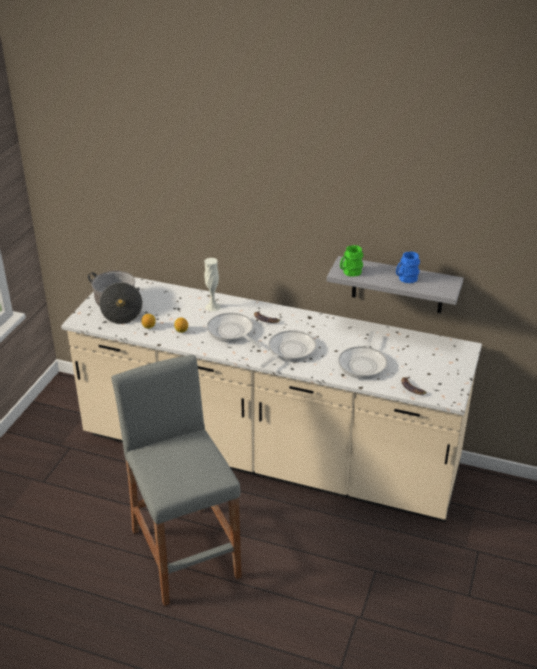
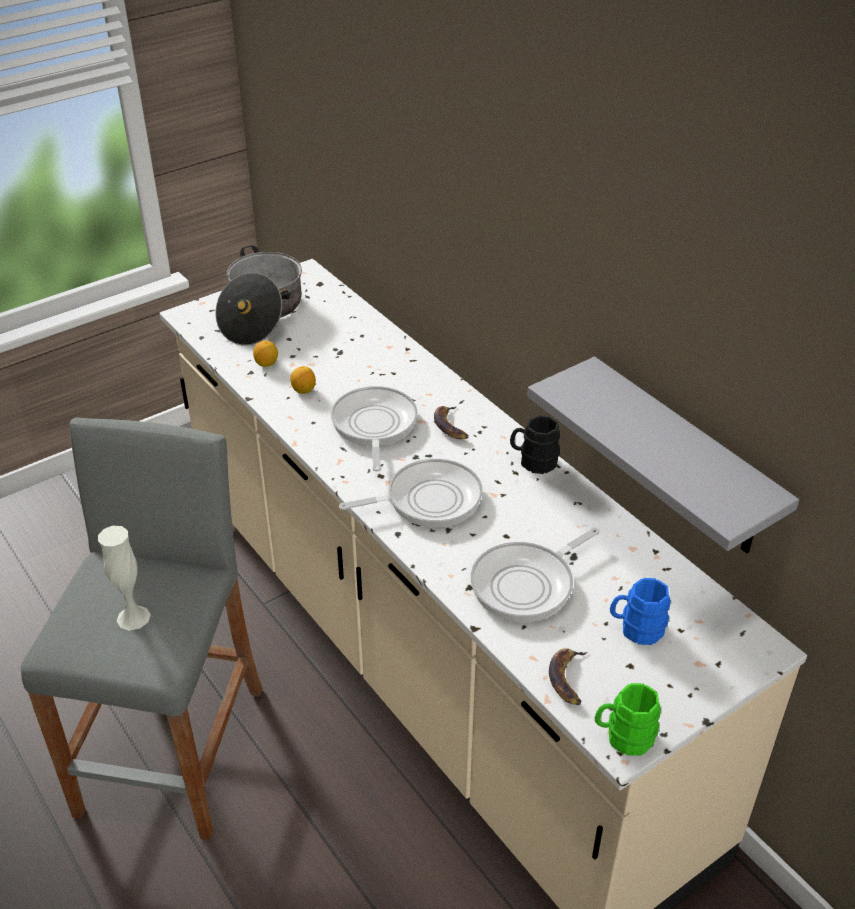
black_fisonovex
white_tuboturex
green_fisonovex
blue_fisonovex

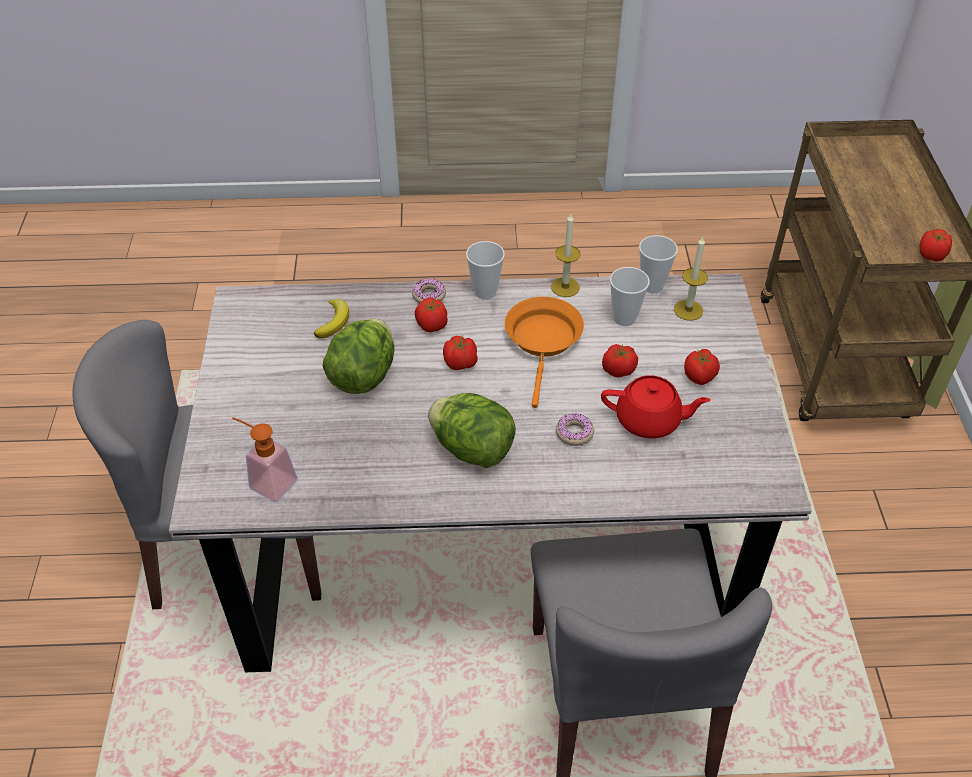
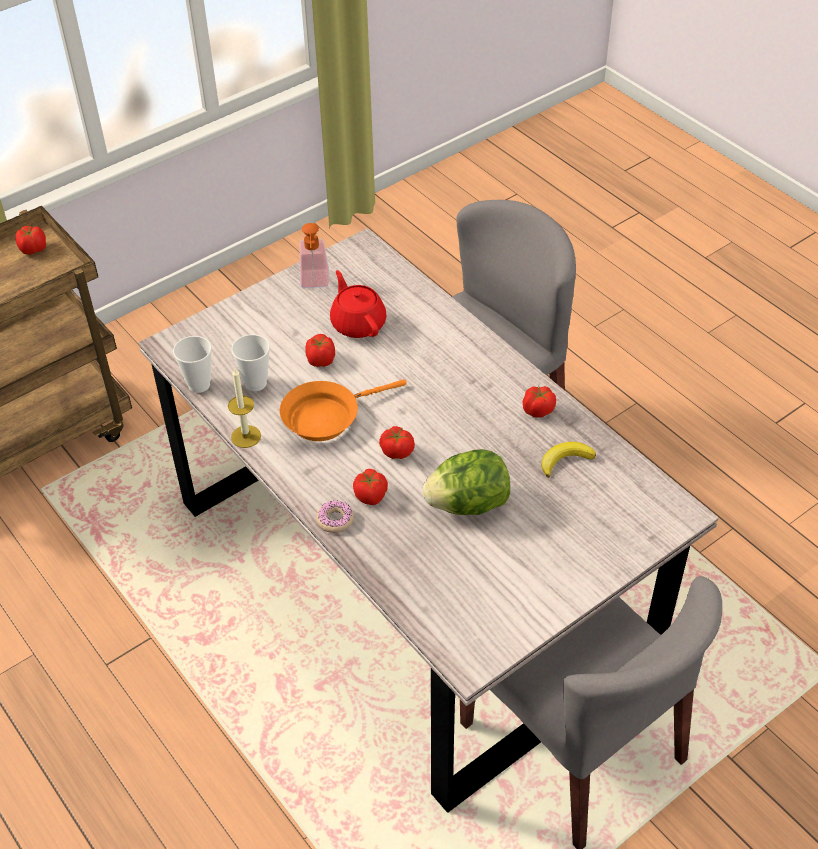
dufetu (no. 2 from left in the first image)
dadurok (no. 1 from left in the first image)
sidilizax (no. 2 from left in the first image)
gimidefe (no. 2 from left in the first image)
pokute
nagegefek
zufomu (no. 5 from left)

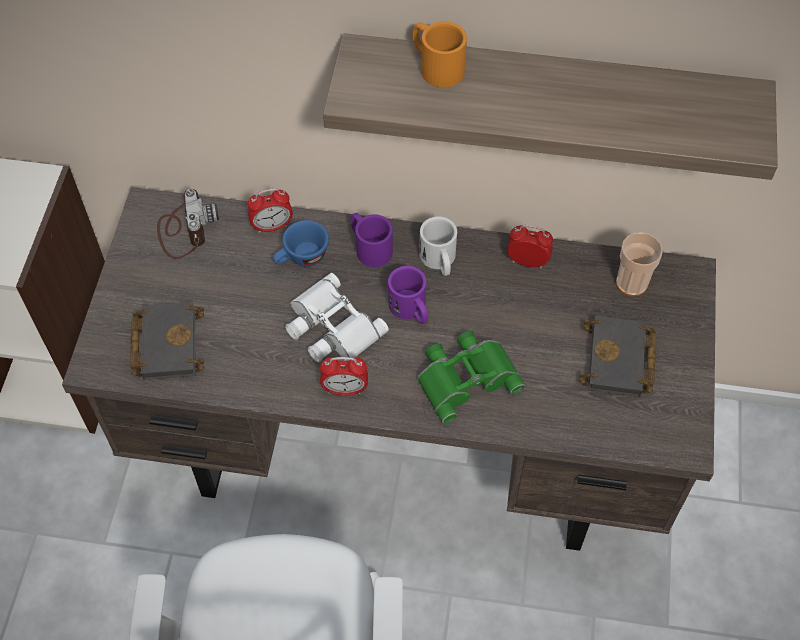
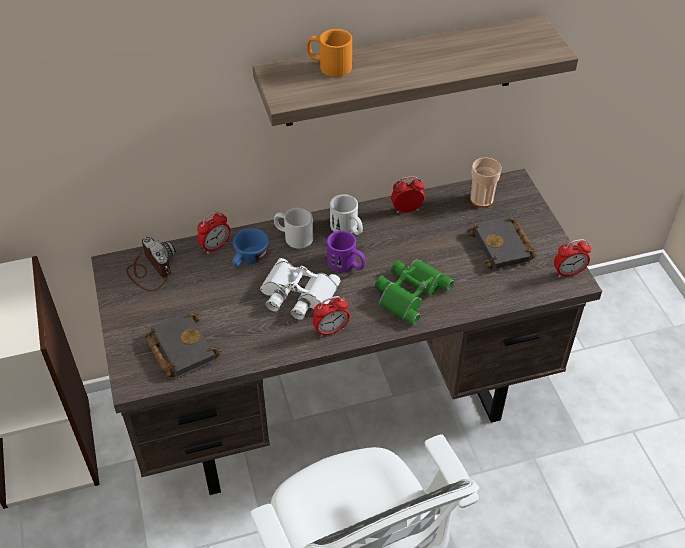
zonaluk (no. 4 from left)
white_fisonovex (no. 1 from left)

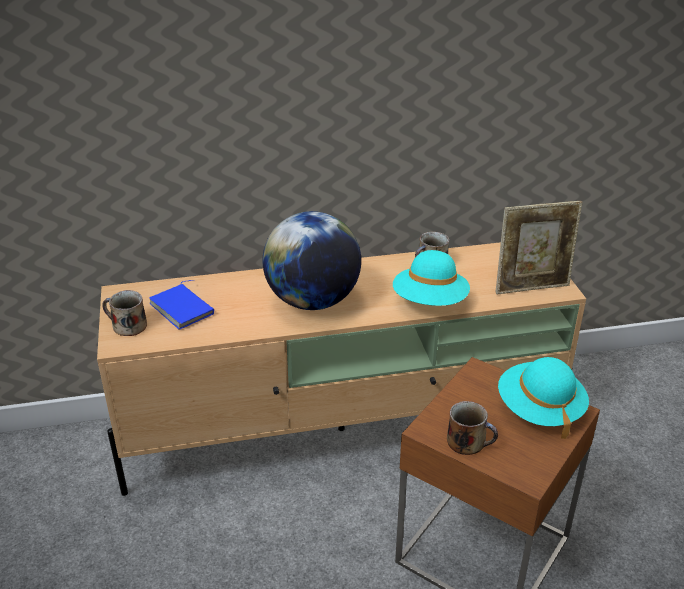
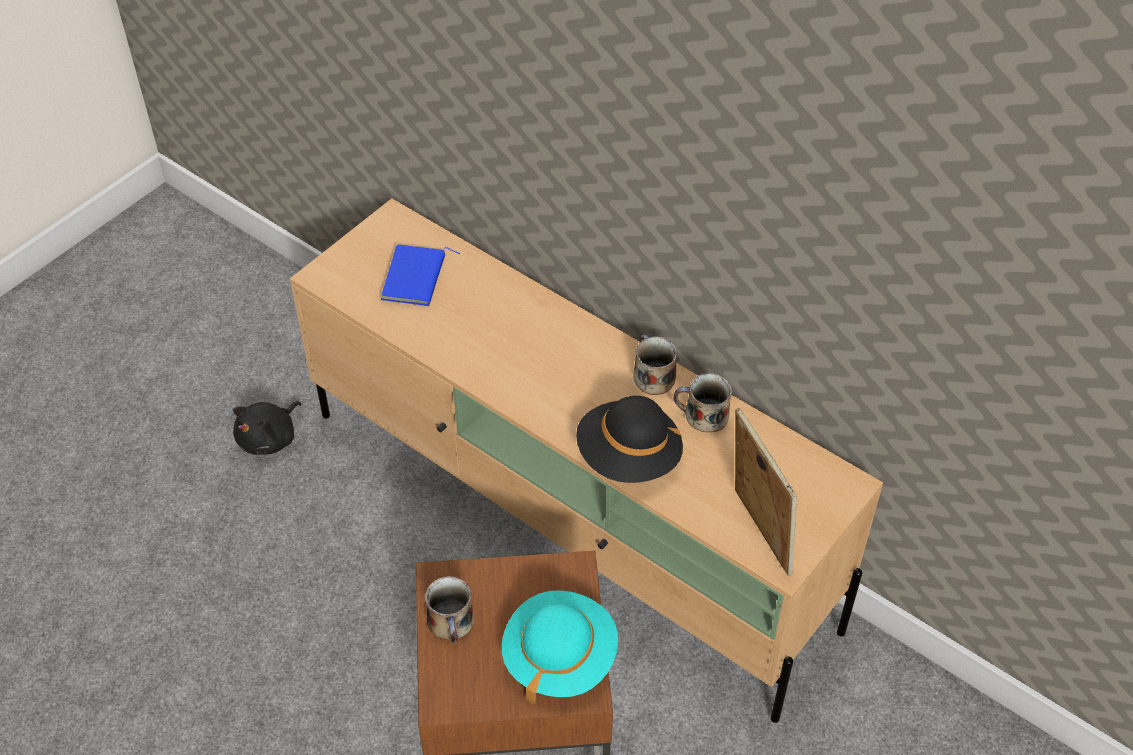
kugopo
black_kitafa
fisonovex (no. 2 from left)
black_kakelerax
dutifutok

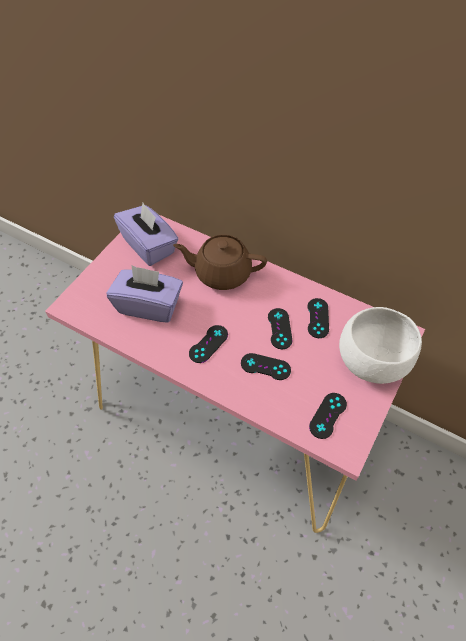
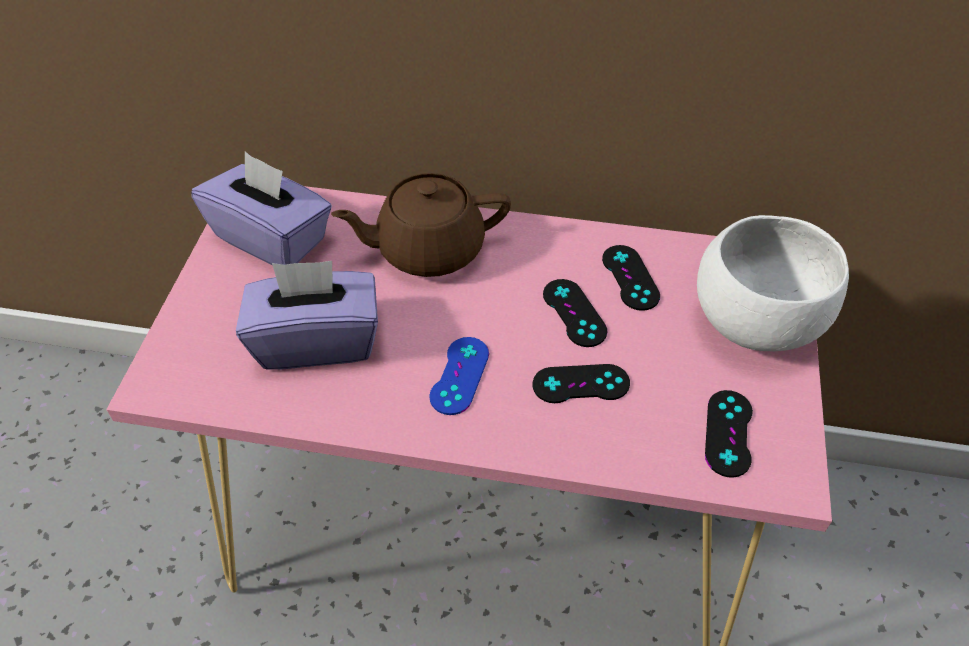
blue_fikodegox

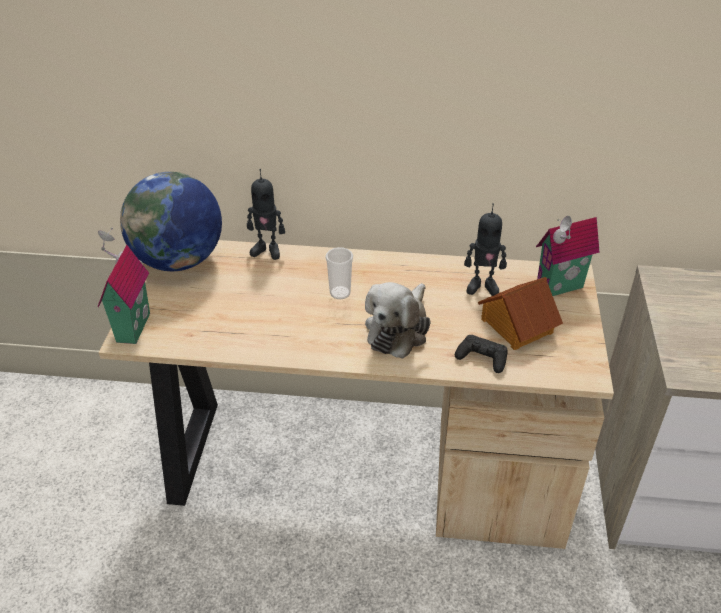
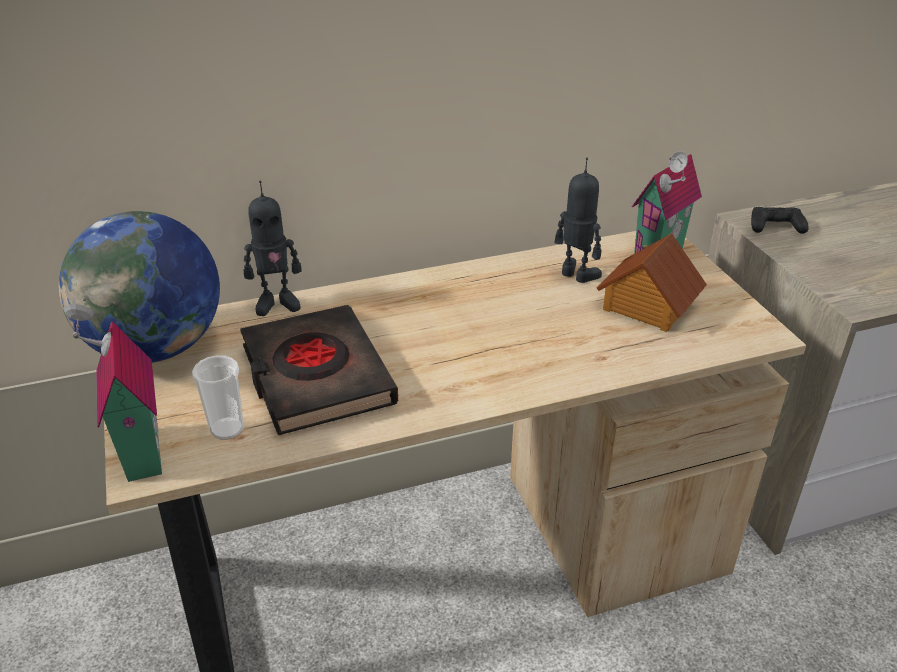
kitafa
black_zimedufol
dadurok
black_fikodegox
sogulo (no. 2 from left)

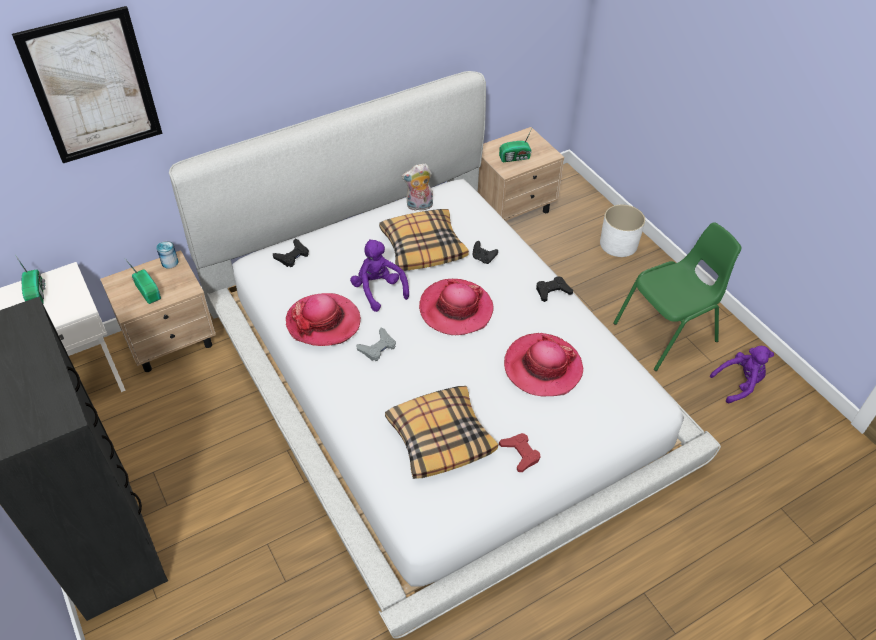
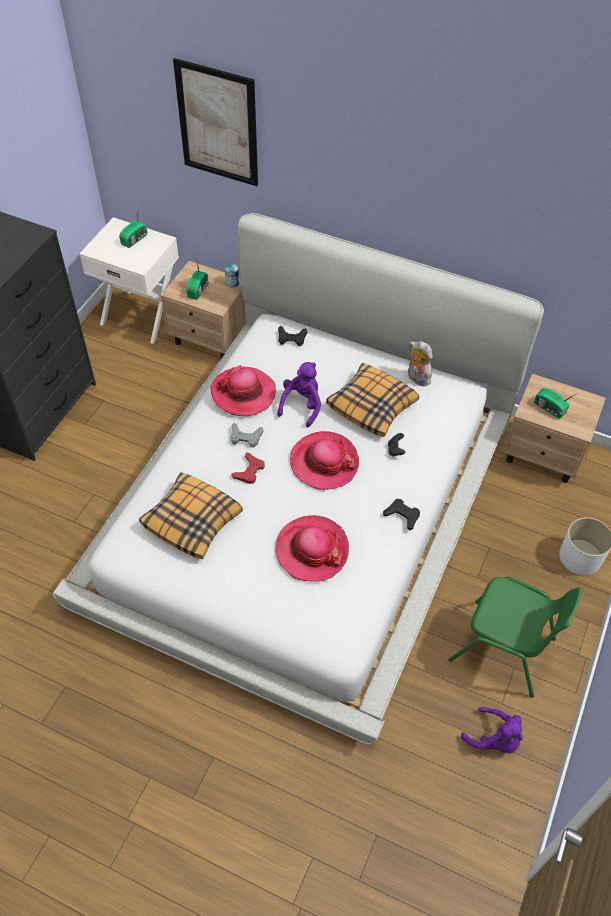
red_fikodegox

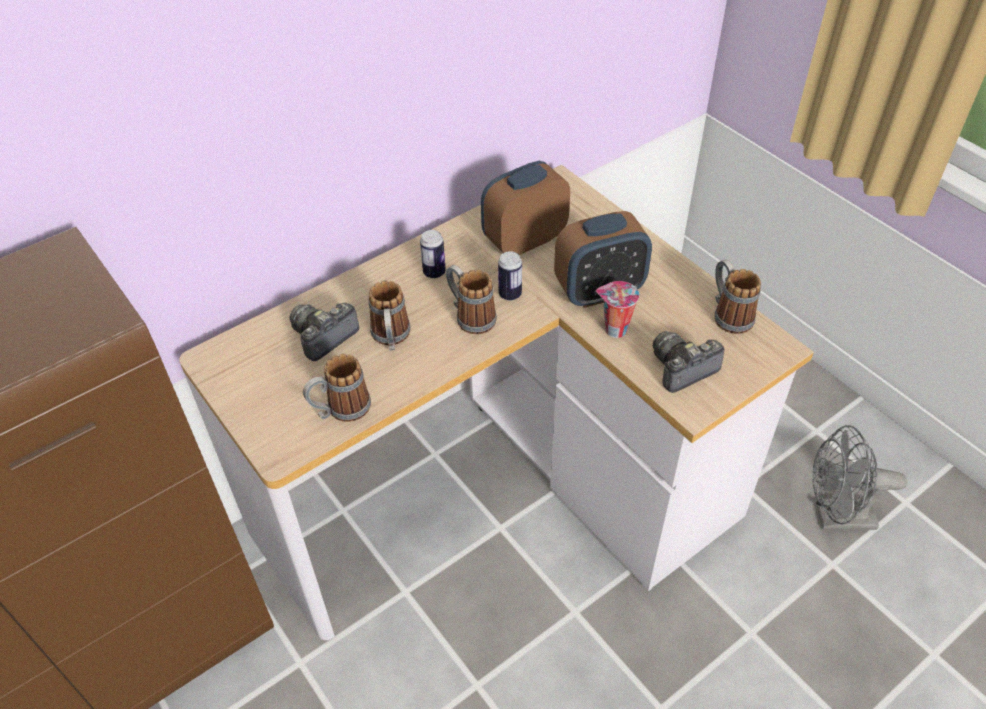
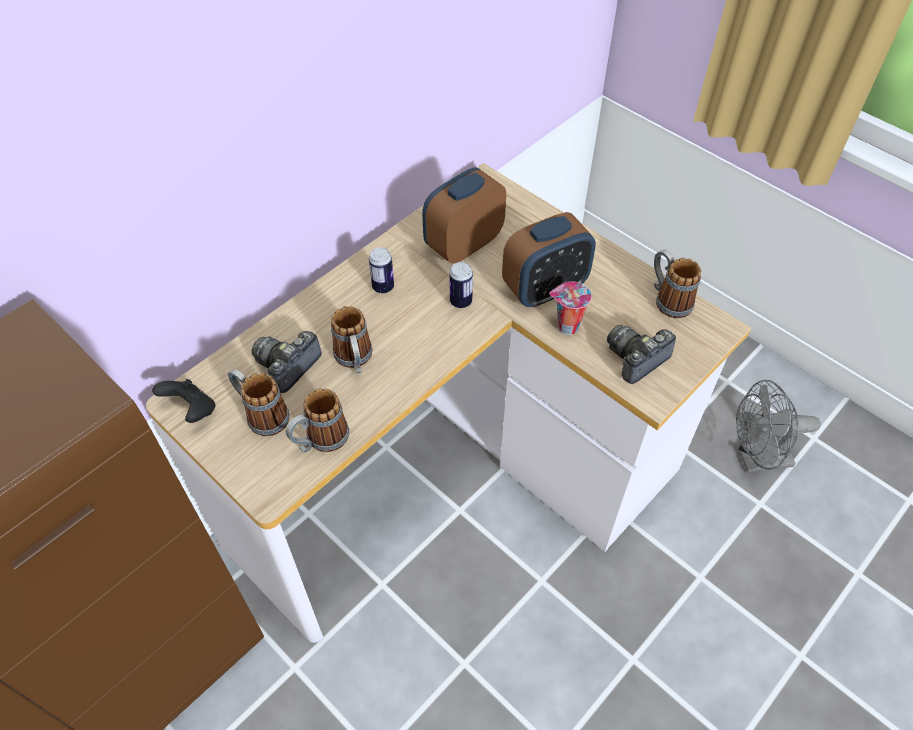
black_fikodegox
fisonovex (no. 1 from left)

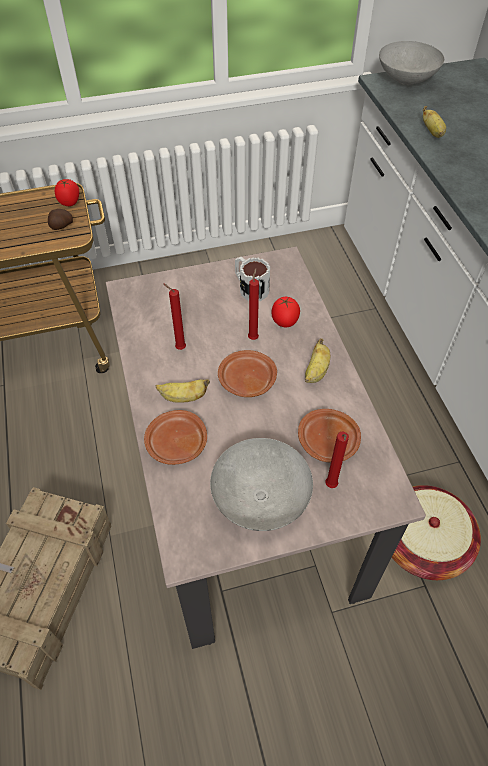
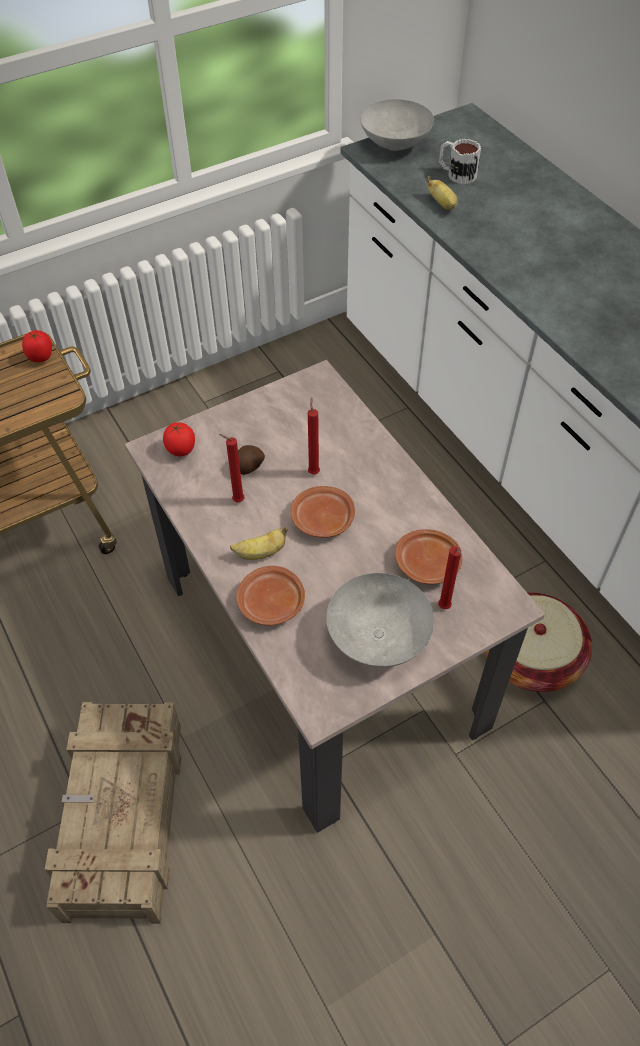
nagegefek (no. 2 from left in the first image)
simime
fisonovex
zufomu (no. 2 from left)

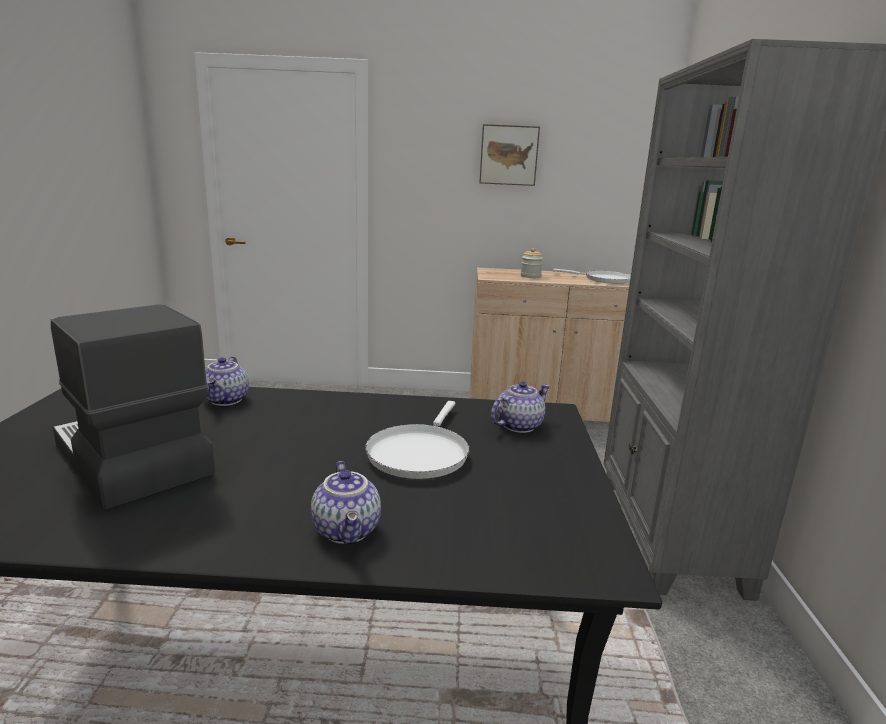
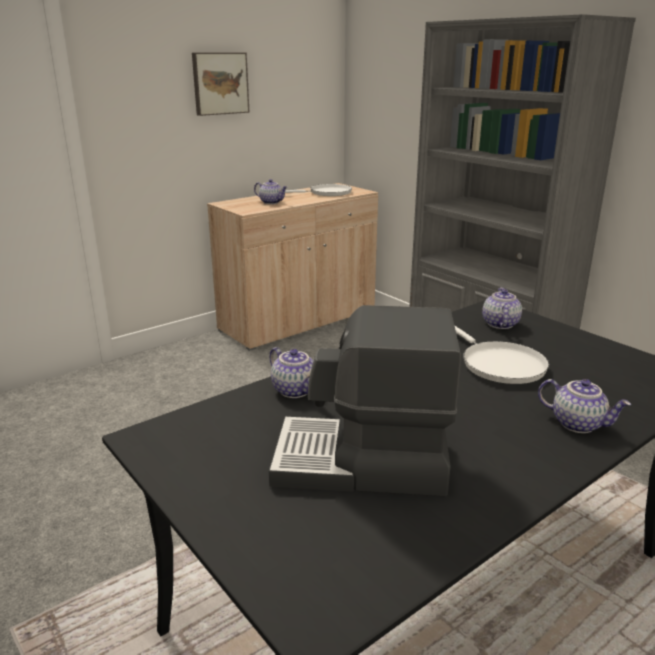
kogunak (no. 1 from left)

